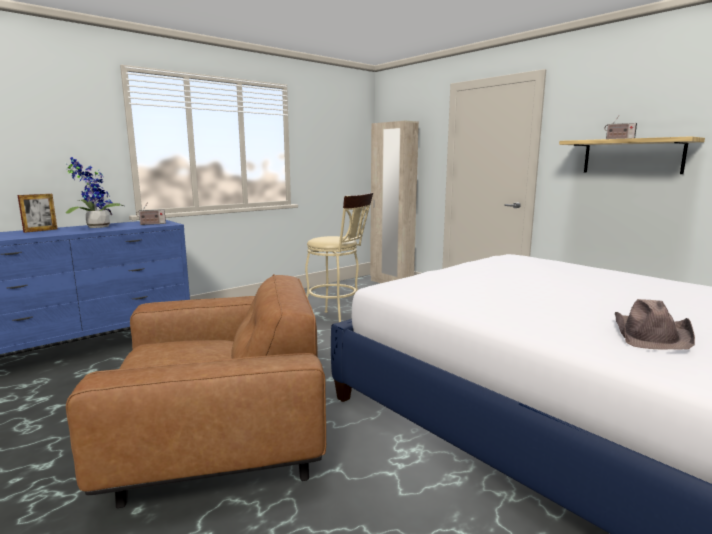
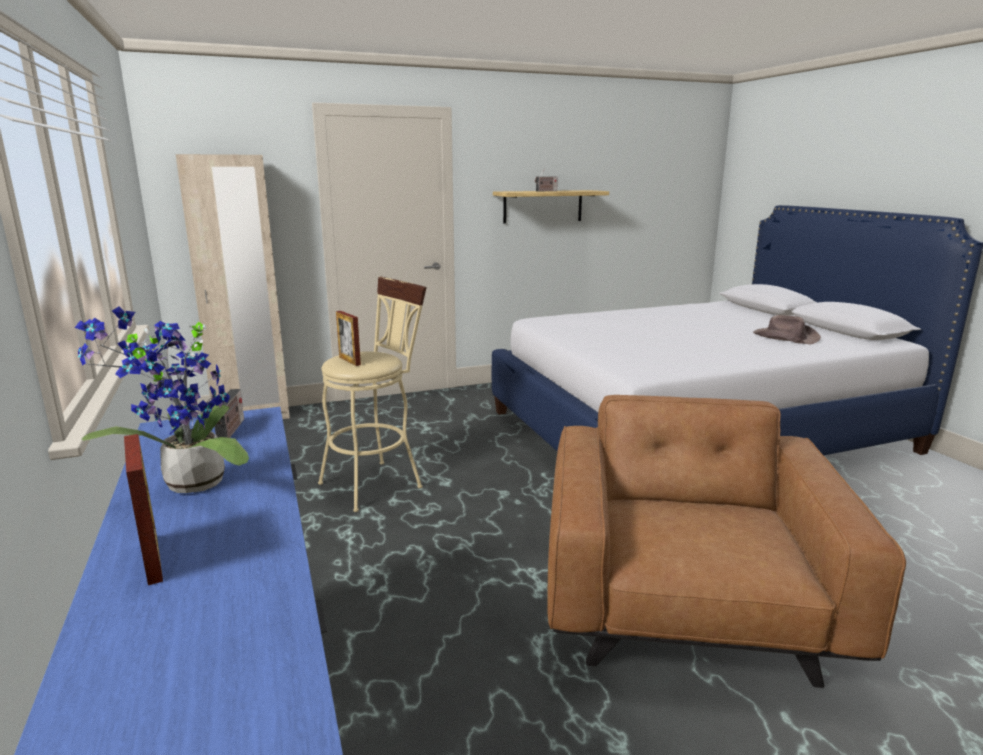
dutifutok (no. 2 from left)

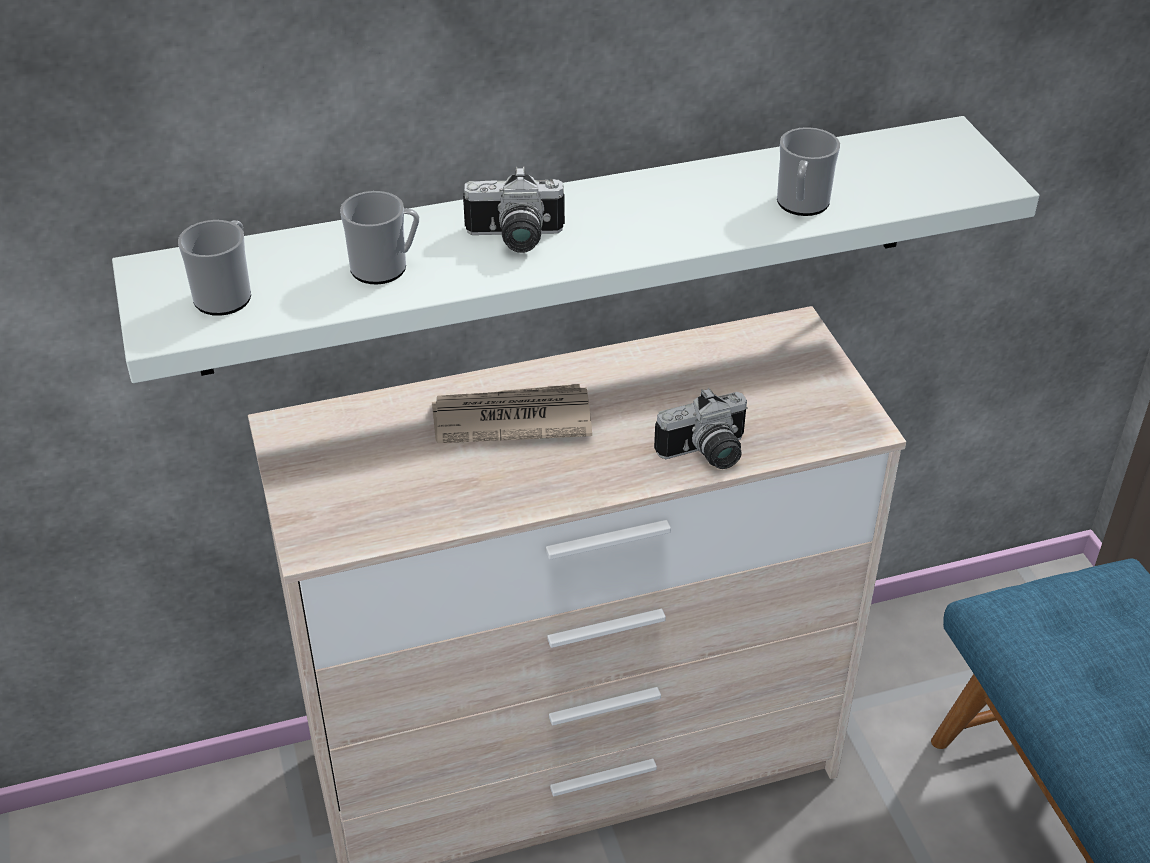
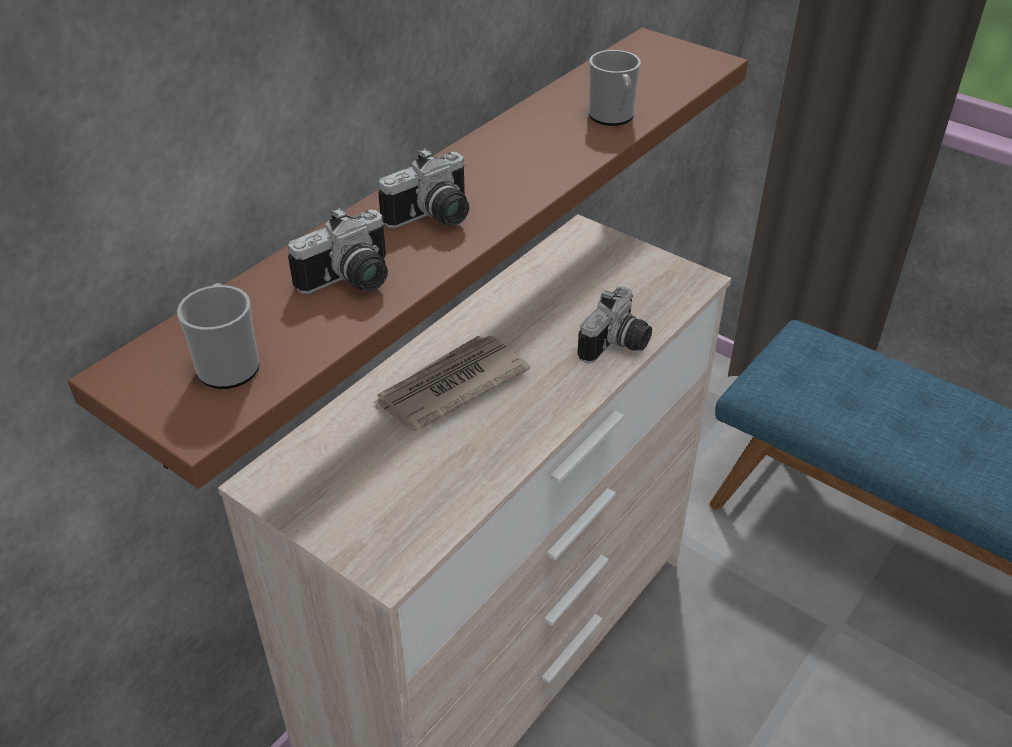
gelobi (no. 1 from left)
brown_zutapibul

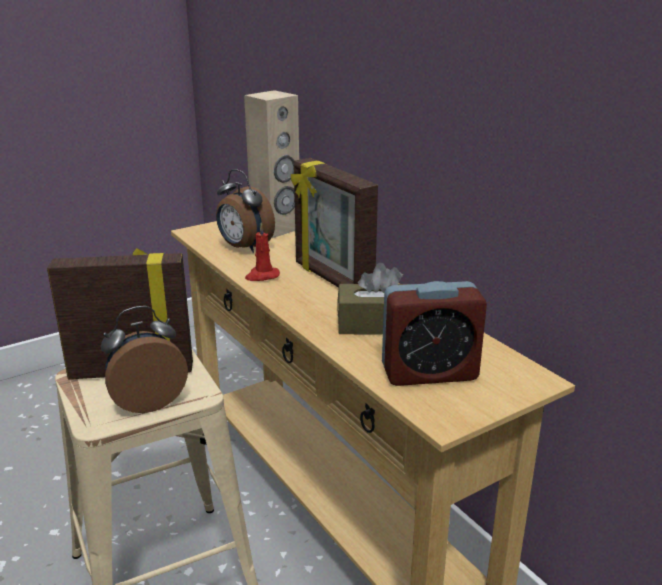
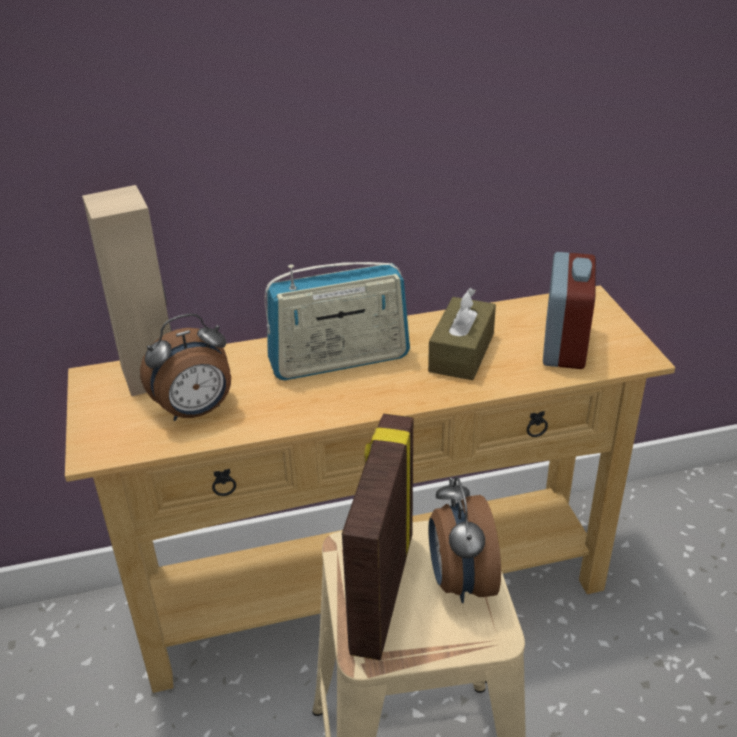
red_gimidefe
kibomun

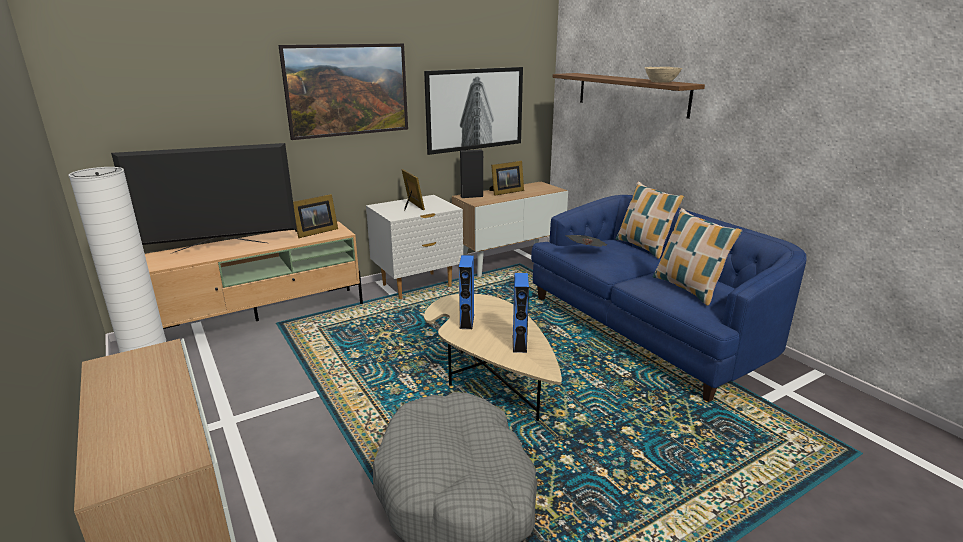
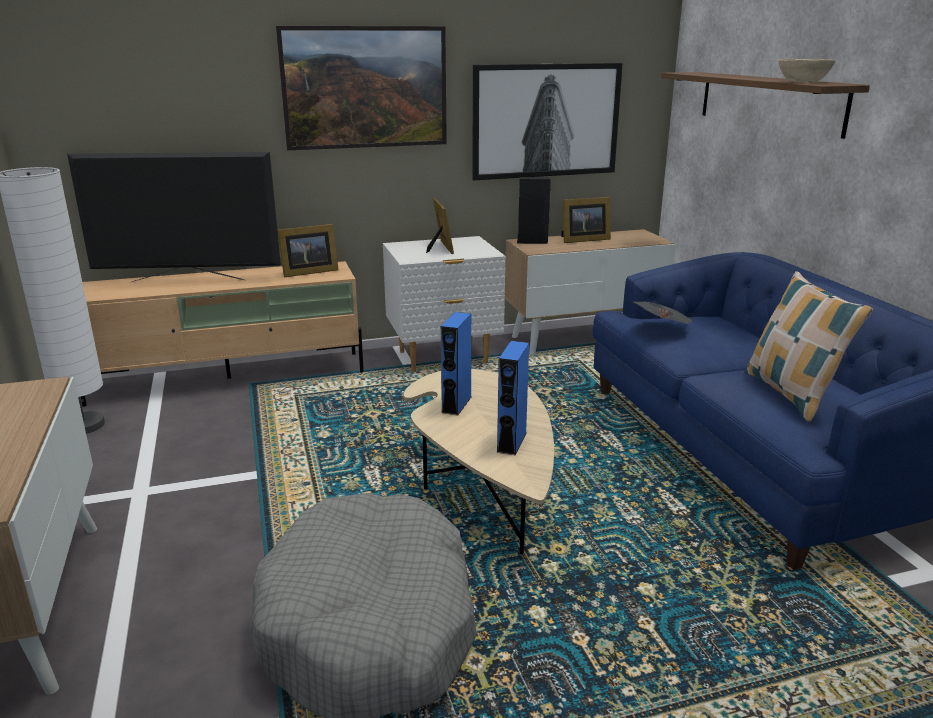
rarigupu (no. 1 from left in the first image)

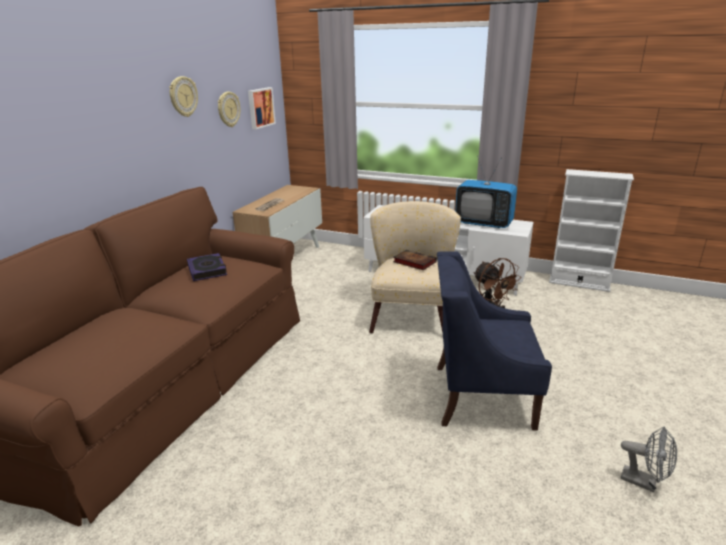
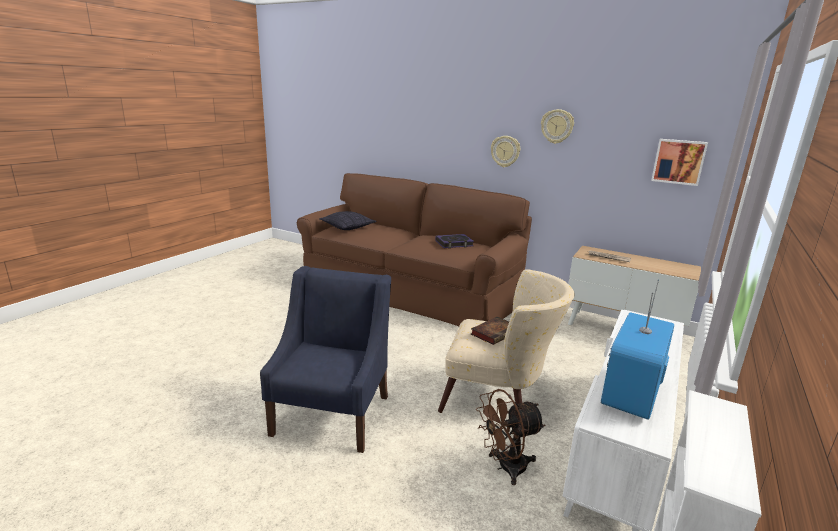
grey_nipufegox
rarigupu
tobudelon (no. 1 from left)

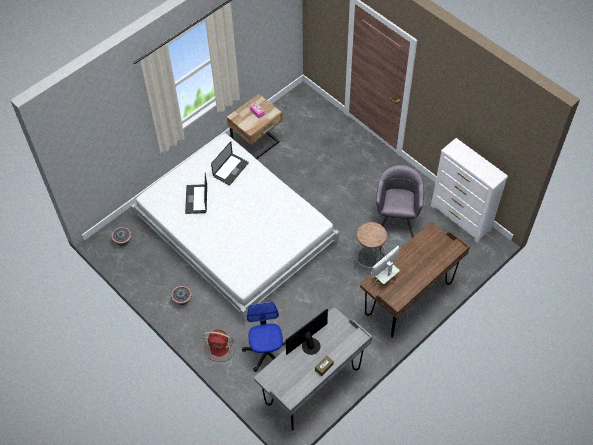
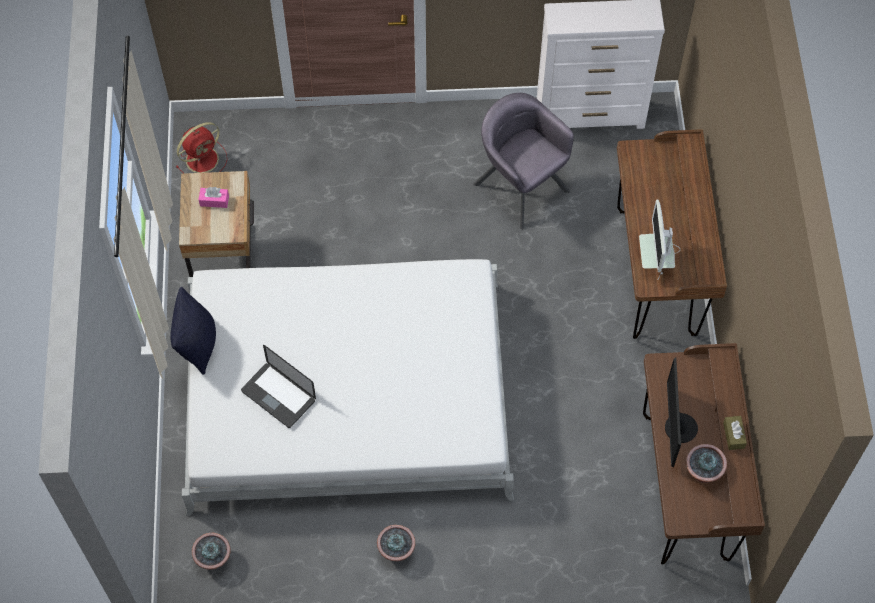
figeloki (no. 2 from left in the first image)
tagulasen
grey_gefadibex
black_rarigupu
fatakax (no. 3 from left)
red_nipufegox
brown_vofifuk (no. 2 from left)

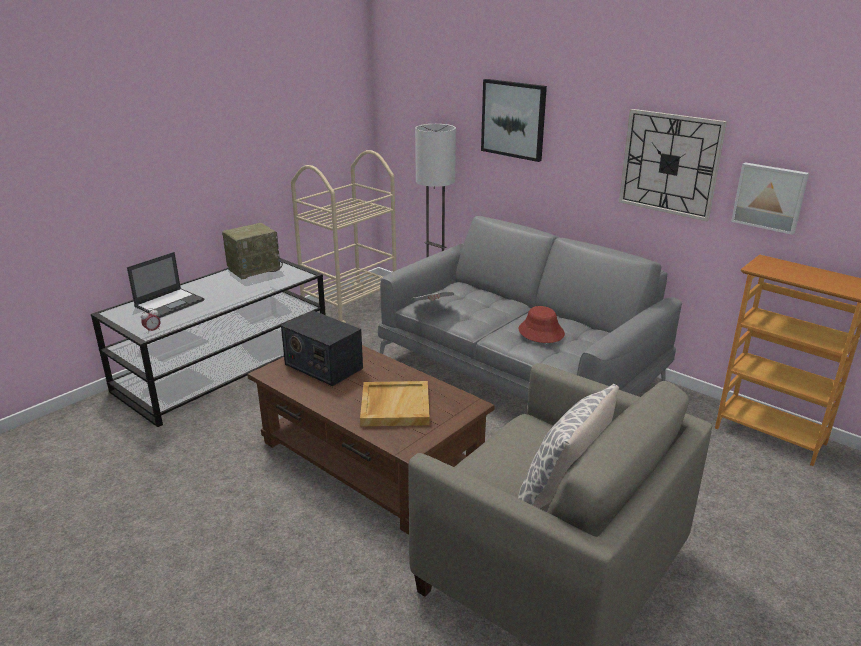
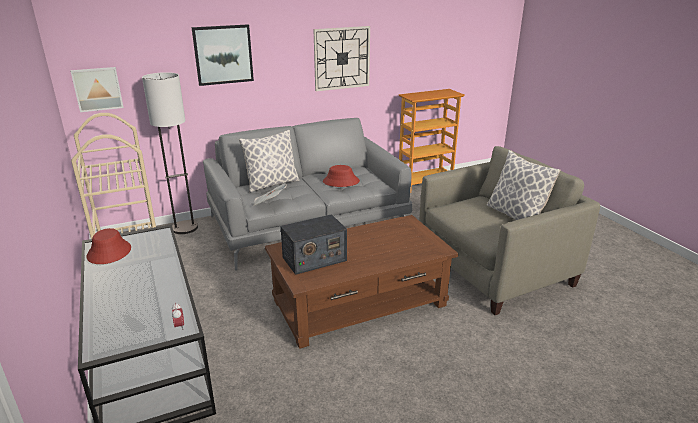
figeloki
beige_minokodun
rarigupu (no. 1 from left)
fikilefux (no. 1 from left)
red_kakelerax (no. 1 from left)

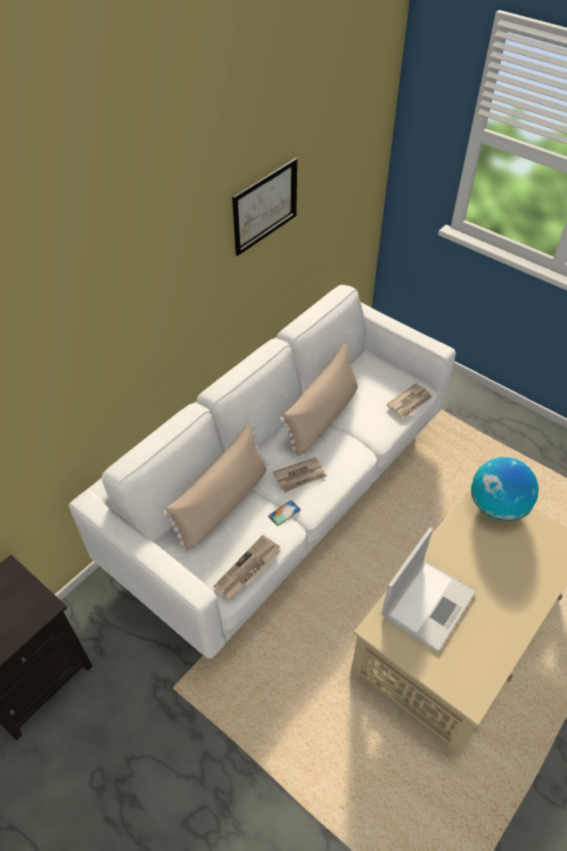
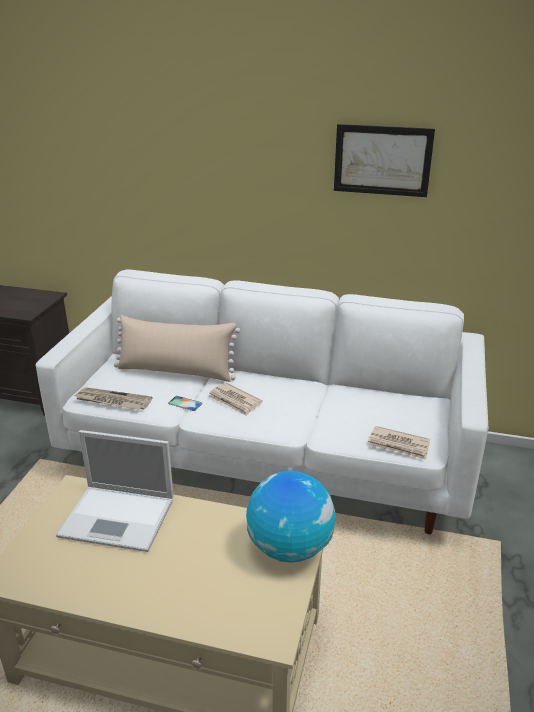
beige_rarigupu (no. 2 from left in the first image)

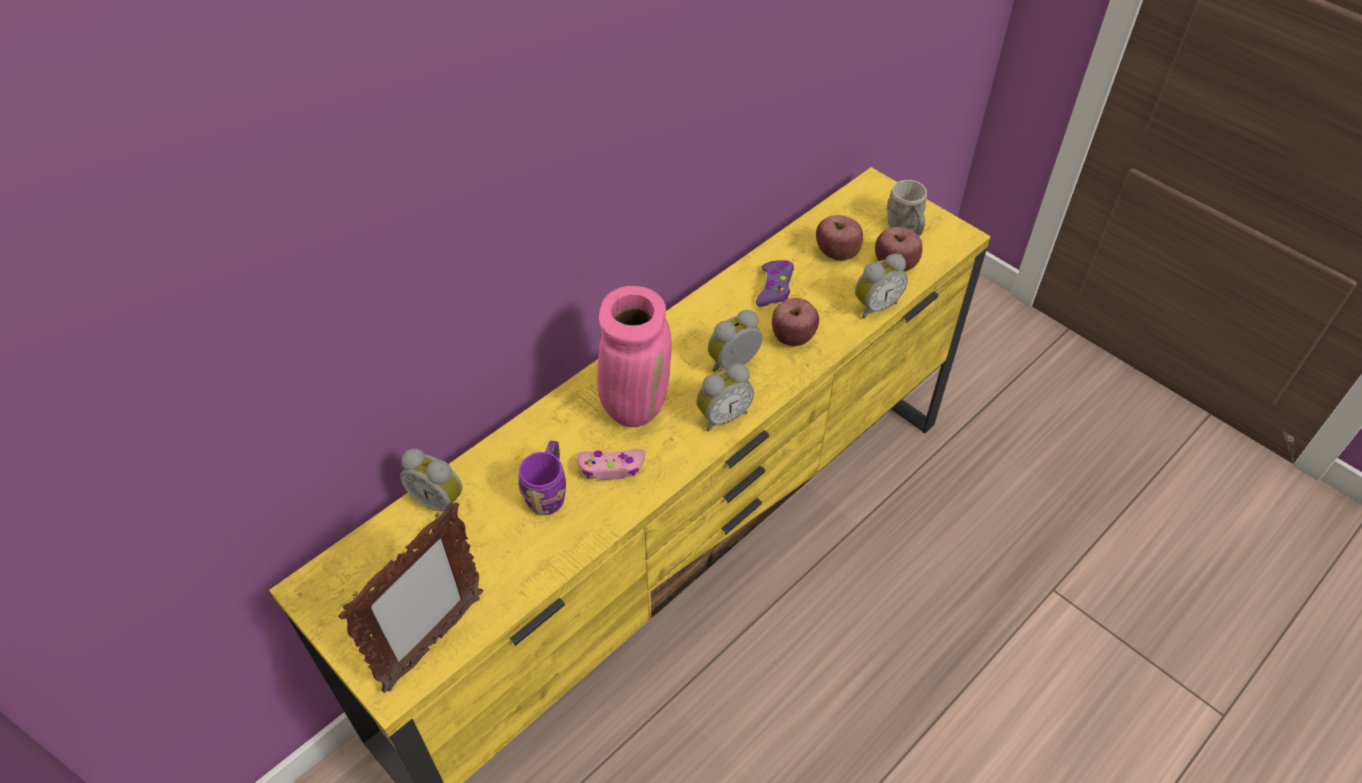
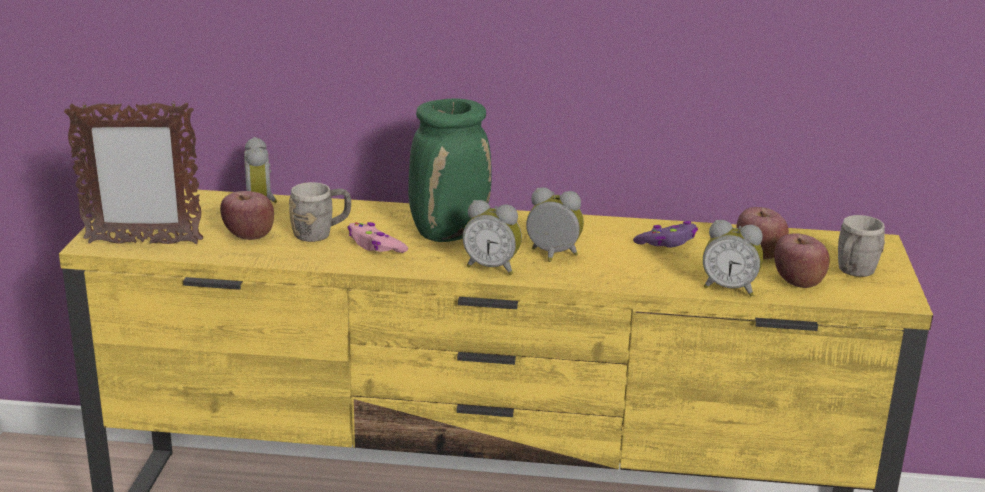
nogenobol (no. 1 from left)
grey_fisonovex (no. 1 from left)
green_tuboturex

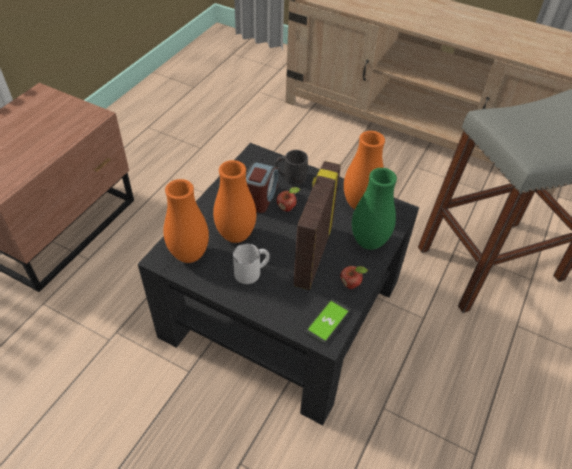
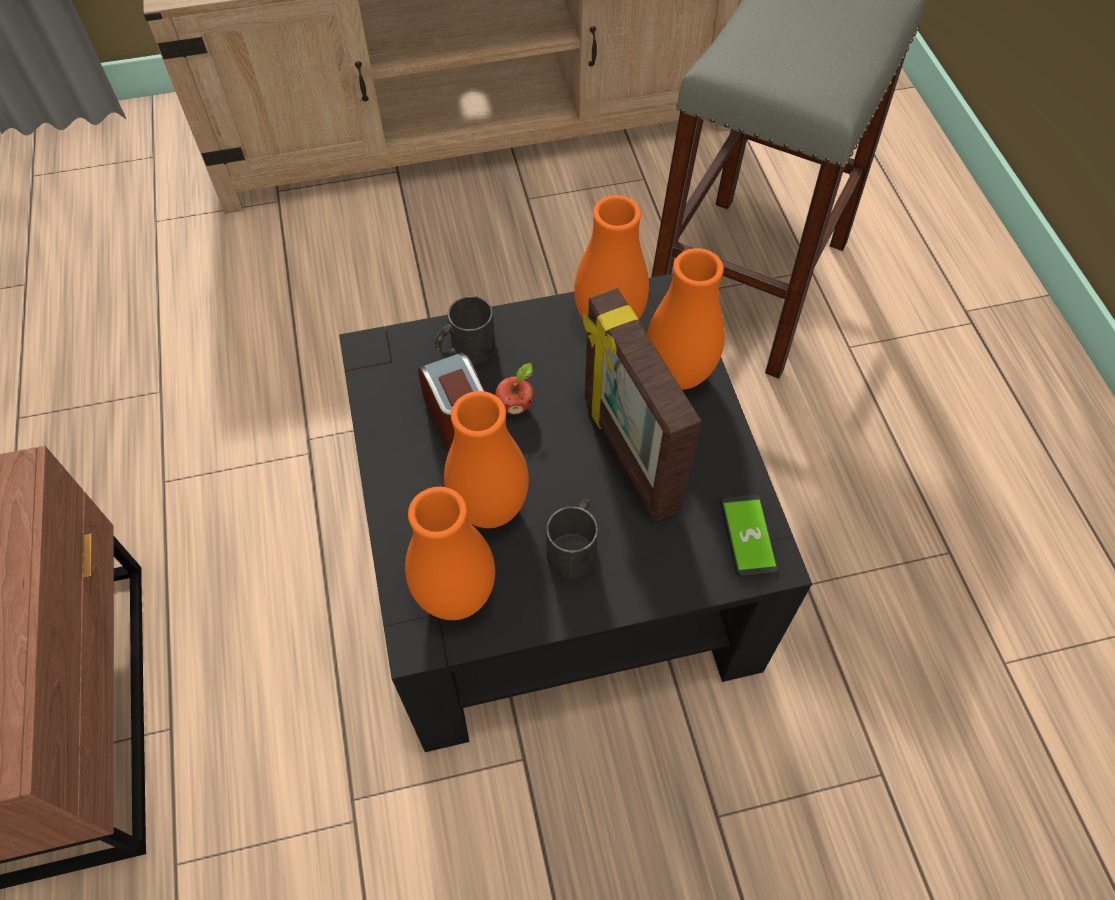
nogenobol (no. 2 from left in the first image)
black_fisonovex (no. 2 from left)
orange_tuboturex (no. 4 from left)

